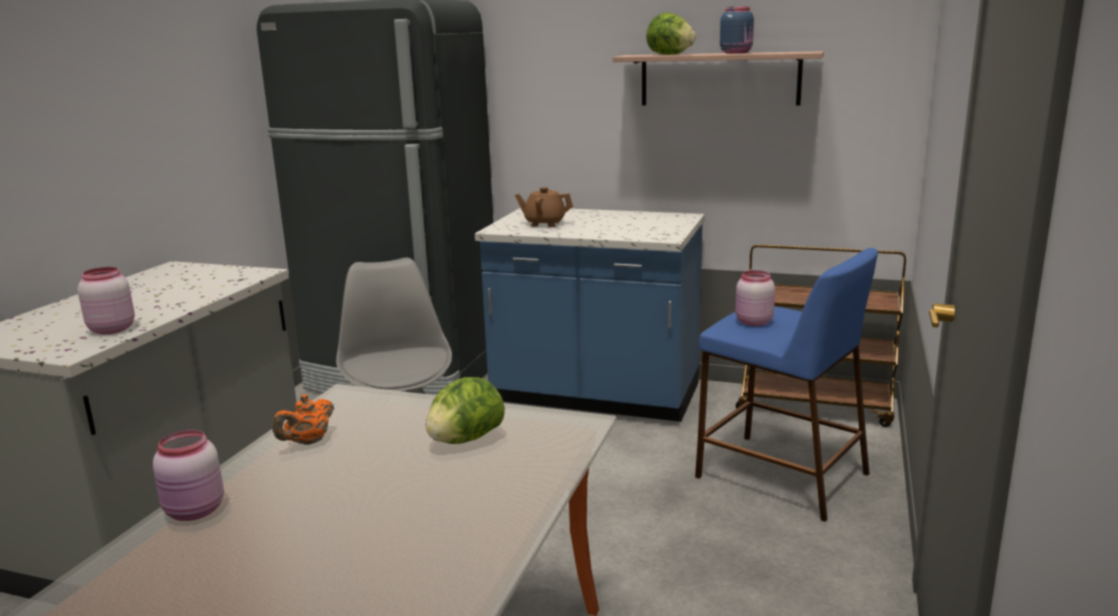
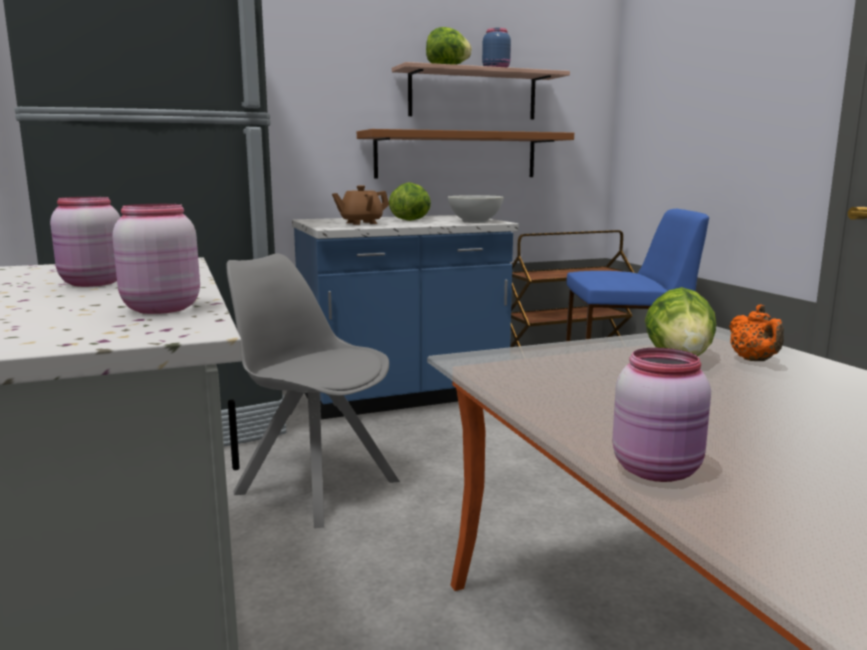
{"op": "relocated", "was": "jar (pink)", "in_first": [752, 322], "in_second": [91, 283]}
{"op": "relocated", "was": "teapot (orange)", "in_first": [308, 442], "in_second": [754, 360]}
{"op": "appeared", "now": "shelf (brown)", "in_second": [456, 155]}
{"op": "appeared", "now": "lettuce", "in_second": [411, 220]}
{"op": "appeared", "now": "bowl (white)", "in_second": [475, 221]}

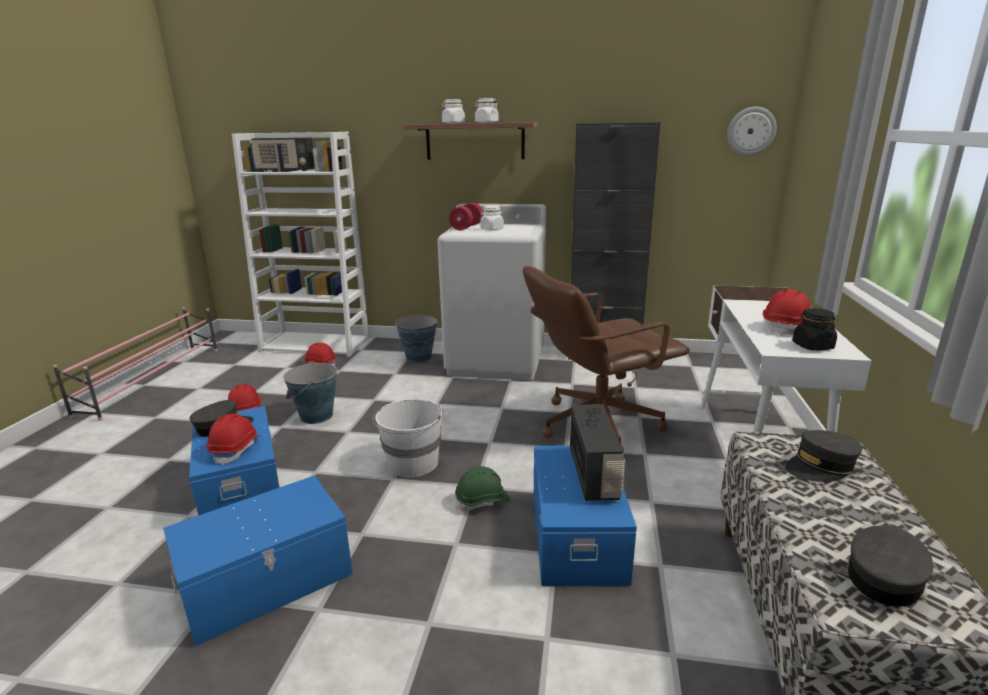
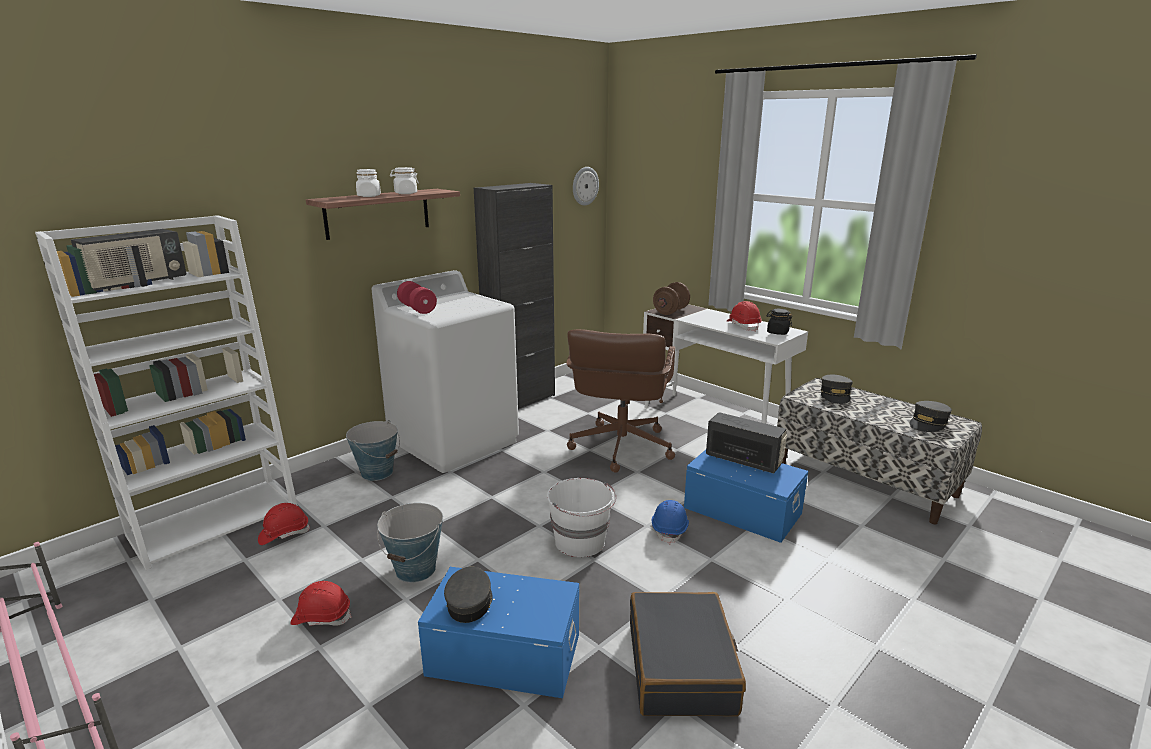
{"op": "missing", "was": "jar (white)", "in_first": [492, 229]}
{"op": "missing", "was": "hard hat (red)", "in_first": [236, 449]}
{"op": "colour", "was": "hard hat (green)", "now": "hard hat (blue)", "in_first": [483, 501], "in_second": [670, 529]}
{"op": "exchanged", "was": "storage box (blue)", "now": "suitcase (black)", "in_first": [268, 581], "in_second": [681, 667]}
{"op": "spun", "was": "cap (grey)", "in_first": [884, 577], "in_second": [928, 423], "clockwise": -120}
{"op": "appeared", "now": "dumbbell (brown)", "in_second": [670, 311]}

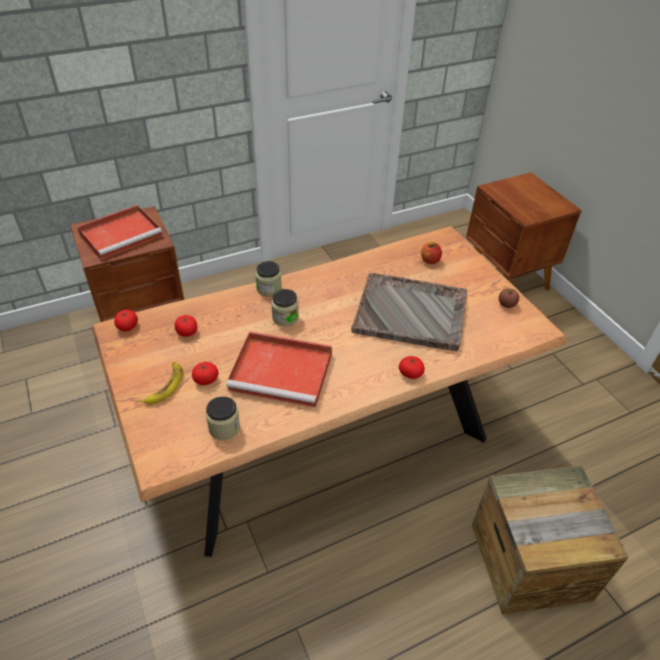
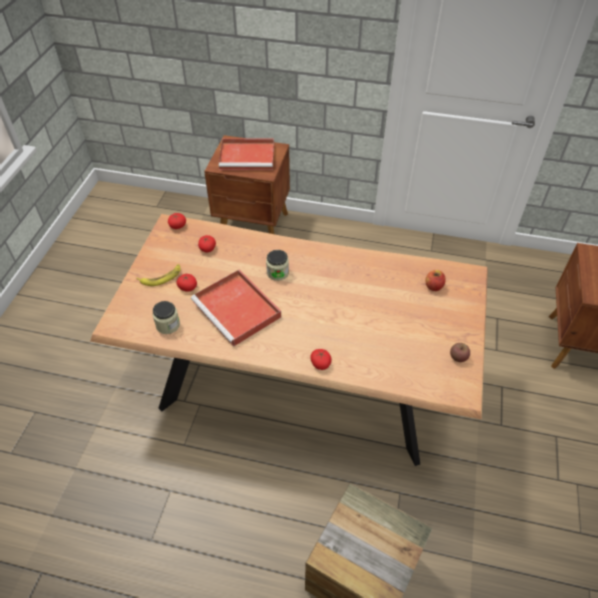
{"op": "missing", "was": "jar", "in_first": [269, 288]}
{"op": "missing", "was": "tray (grey)", "in_first": [411, 313]}

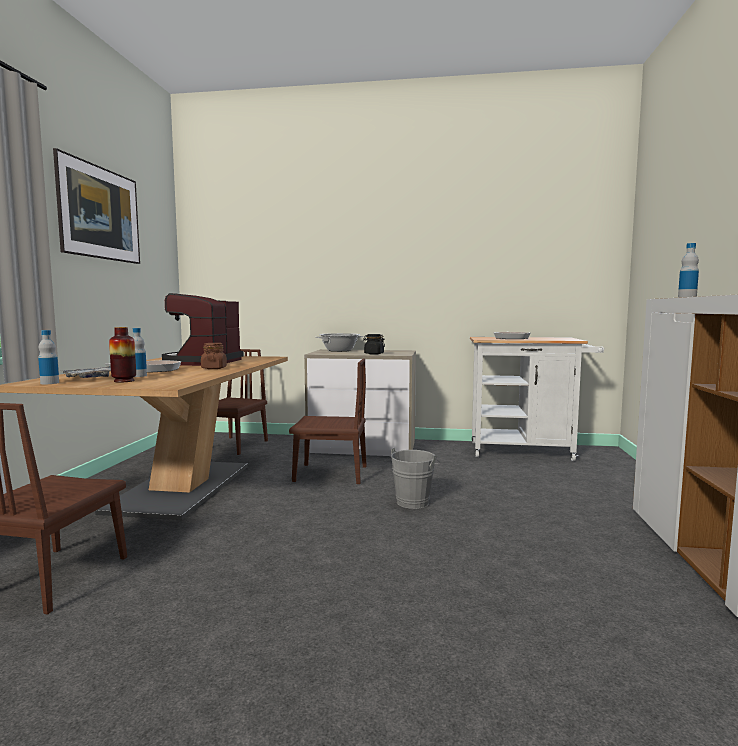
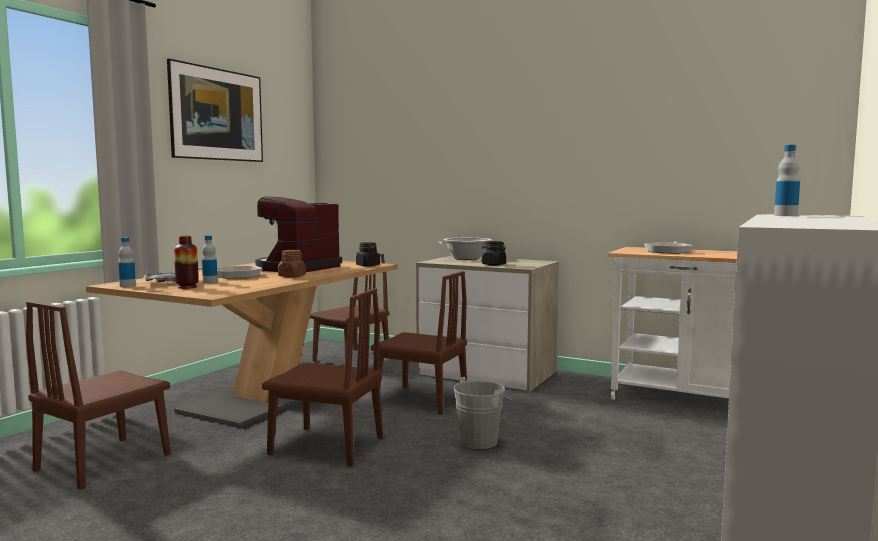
{"op": "appeared", "now": "jar (black)", "in_second": [367, 265]}
{"op": "appeared", "now": "chair (brown)", "in_second": [326, 446]}

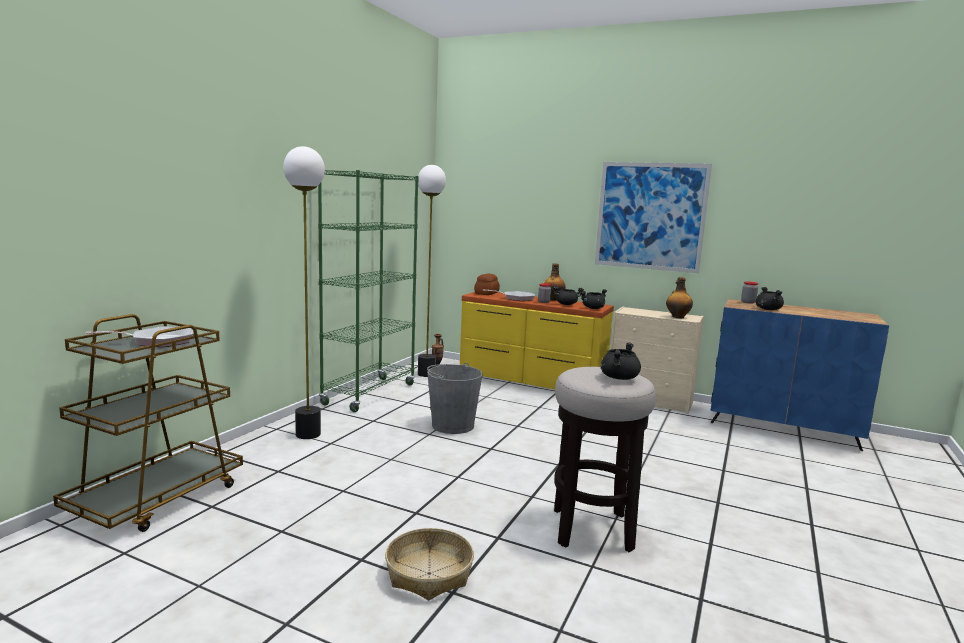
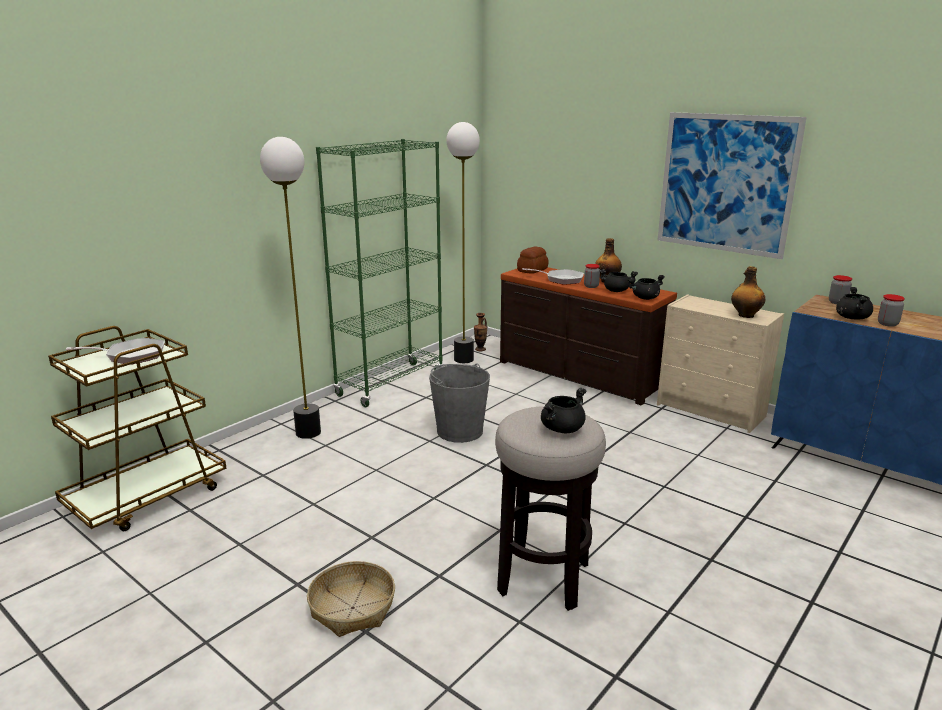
{"op": "colour", "was": "dresser (yellow)", "now": "dresser (brown)", "in_first": [530, 381], "in_second": [578, 375]}
{"op": "appeared", "now": "jar", "in_second": [887, 324]}

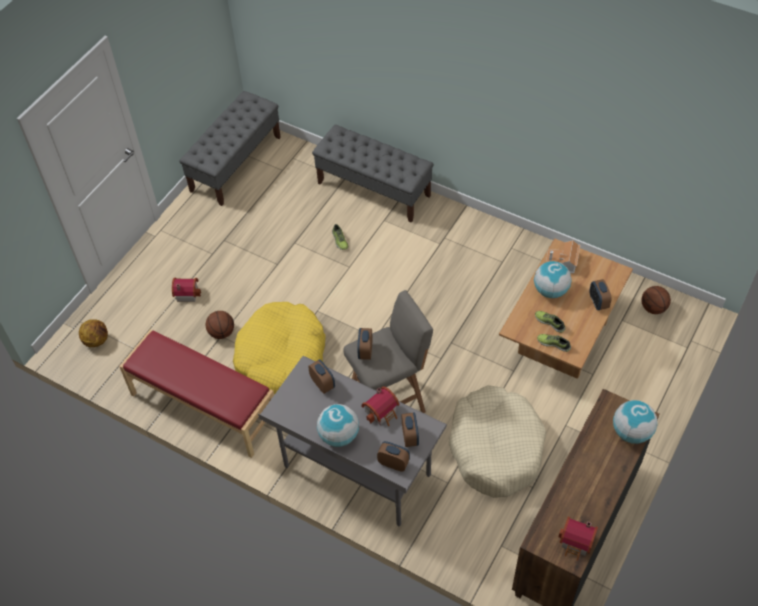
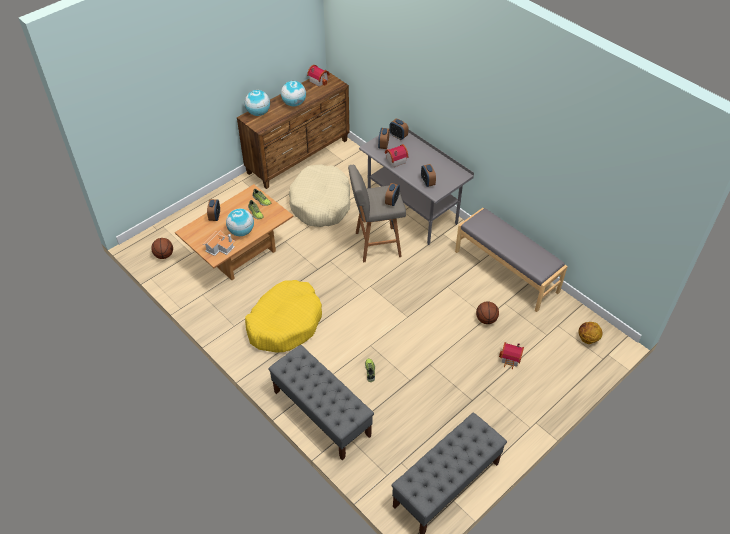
{"op": "relocated", "was": "dog bed (yellow)", "in_first": [281, 359], "in_second": [285, 323]}
{"op": "colour", "was": "bench (red)", "now": "bench (grey)", "in_first": [203, 407], "in_second": [506, 271]}
{"op": "relocated", "was": "globe", "in_first": [339, 435], "in_second": [294, 103]}

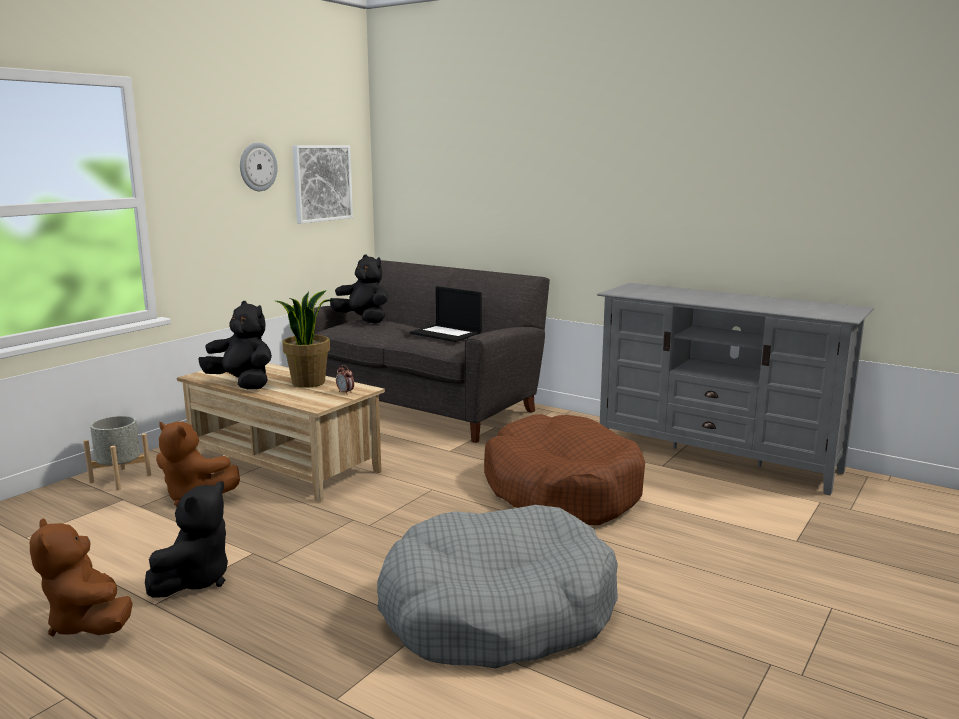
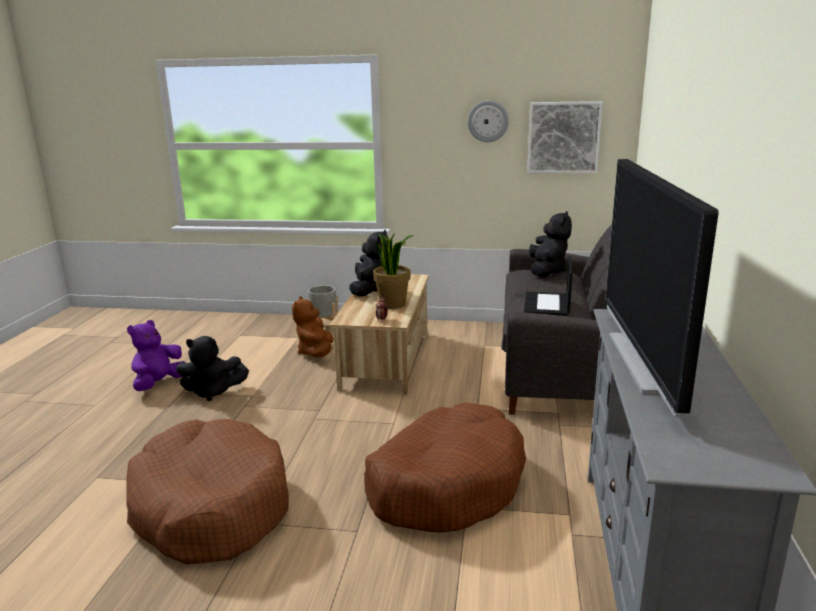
{"op": "colour", "was": "dog bed (grey)", "now": "dog bed (brown)", "in_first": [497, 611], "in_second": [211, 507]}
{"op": "colour", "was": "plush toy (brown)", "now": "plush toy (purple)", "in_first": [89, 623], "in_second": [159, 384]}
{"op": "appeared", "now": "television", "in_second": [645, 362]}

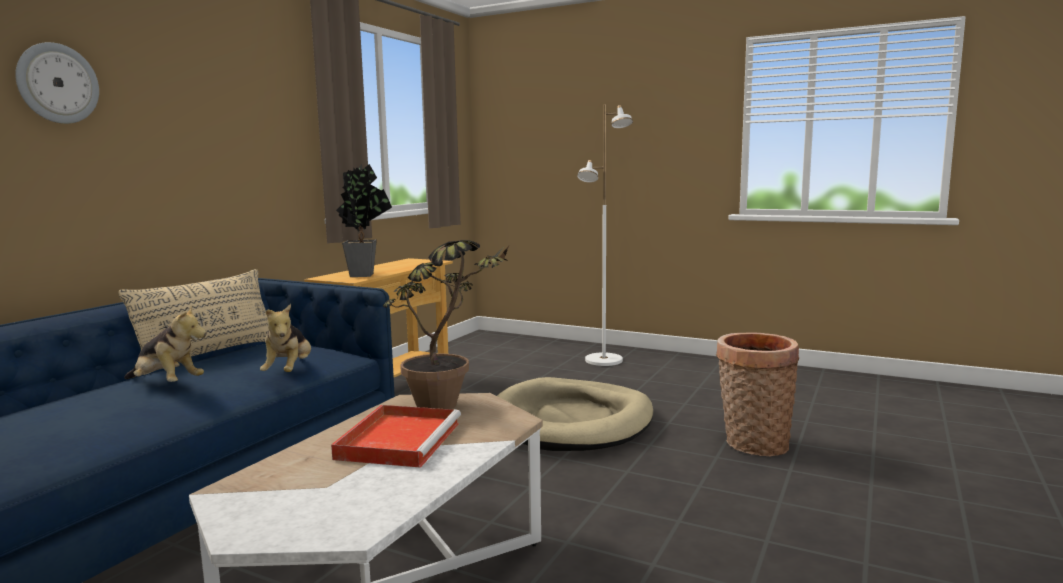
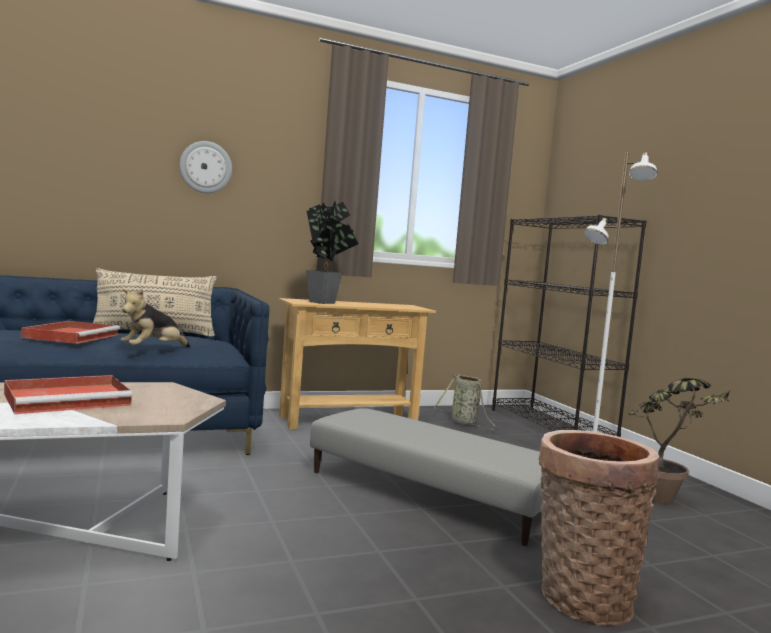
{"op": "relocated", "was": "wall clock", "in_first": [57, 83], "in_second": [205, 167]}
{"op": "relocated", "was": "potted plant", "in_first": [449, 407], "in_second": [665, 502]}
{"op": "exchanged", "was": "plush toy", "now": "tray (red)", "in_first": [166, 384], "in_second": [72, 336]}
{"op": "exchanged", "was": "dog bed (beige)", "now": "ottoman (grey)", "in_first": [570, 421], "in_second": [430, 493]}
{"op": "appeared", "now": "bookcase (black)", "in_second": [551, 427]}
{"op": "appeared", "now": "basket", "in_second": [465, 423]}

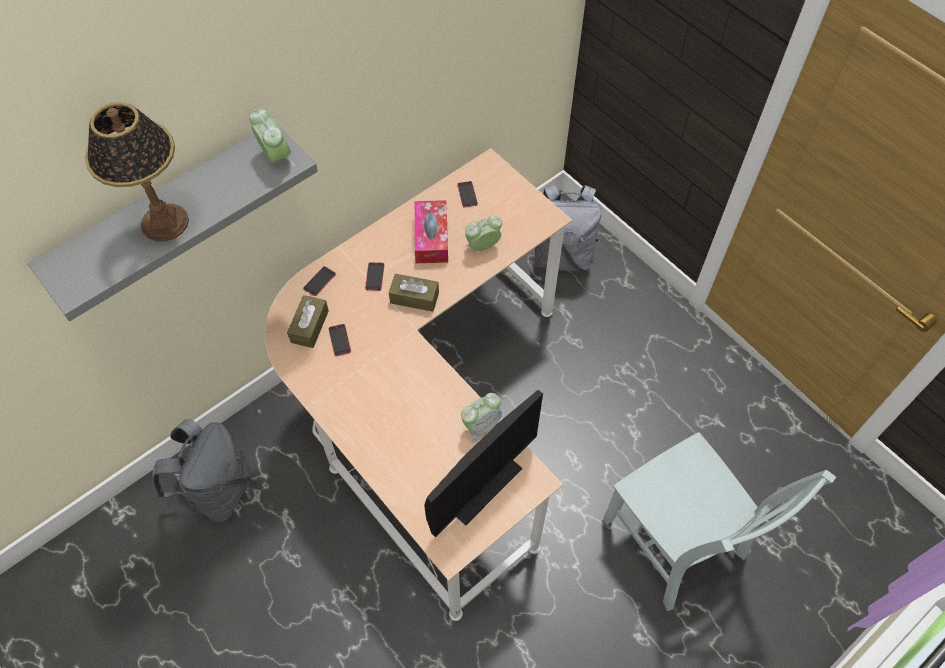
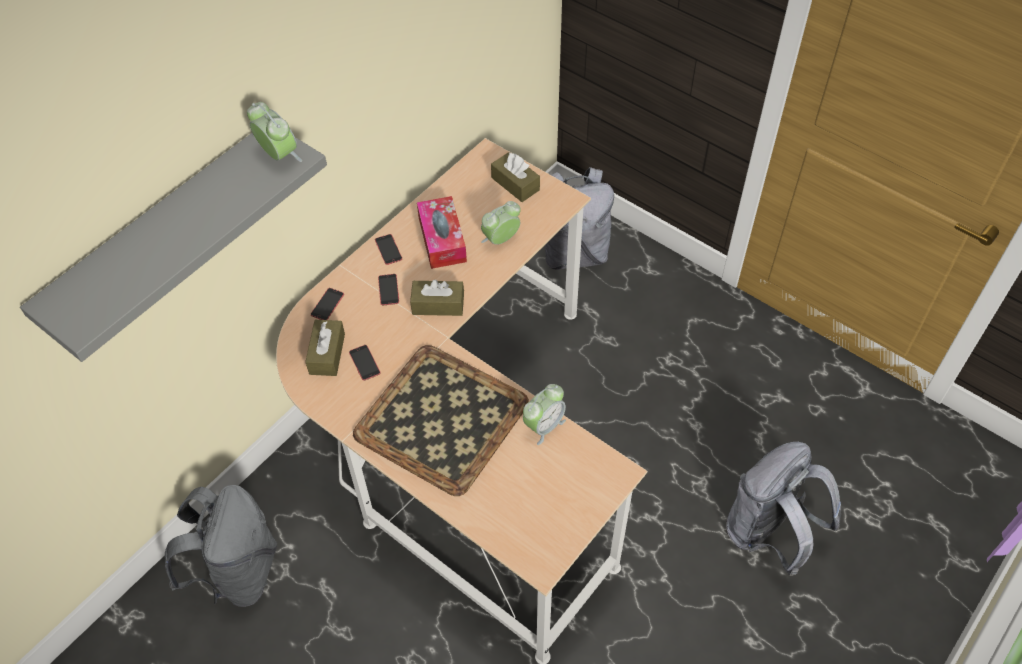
{"op": "missing", "was": "table lamp", "in_first": [164, 223]}
{"op": "relocated", "was": "phone", "in_first": [467, 194], "in_second": [388, 249]}
{"op": "missing", "was": "monitor", "in_first": [480, 484]}
{"op": "exchanged", "was": "chair (grey)", "now": "backpack (grey)", "in_first": [677, 544], "in_second": [768, 534]}
{"op": "appeared", "now": "tissue box (brown)", "in_second": [515, 184]}
{"op": "appeared", "now": "tray", "in_second": [443, 418]}

